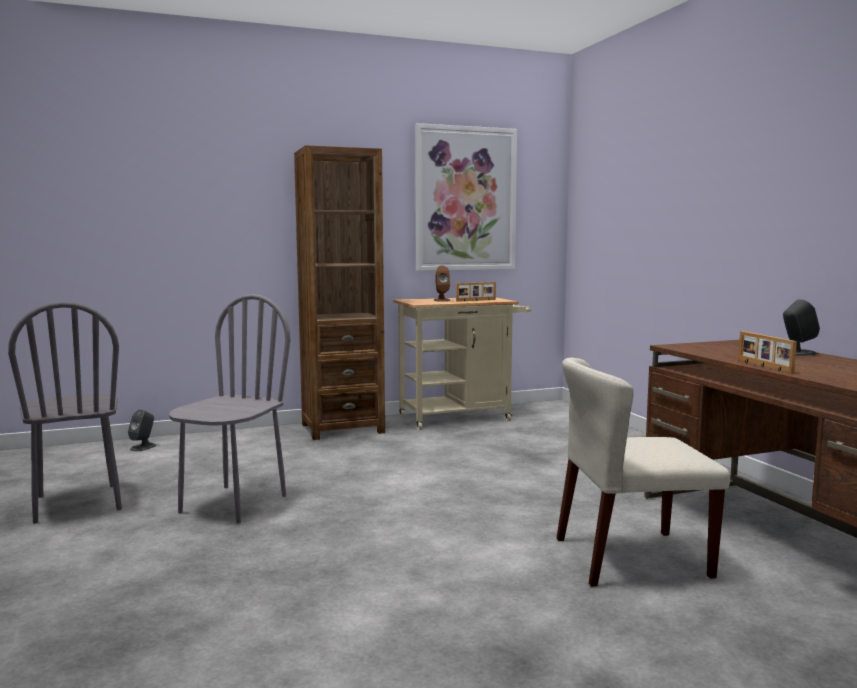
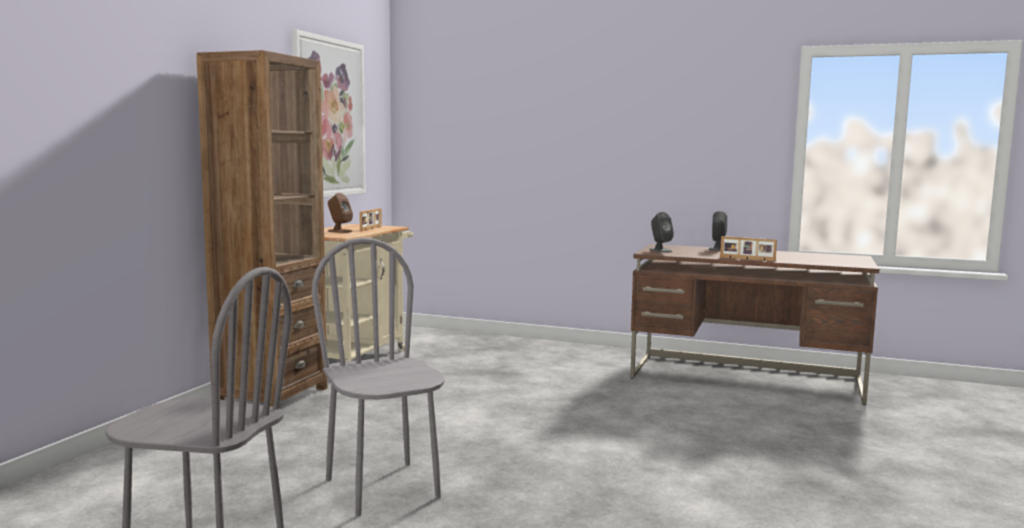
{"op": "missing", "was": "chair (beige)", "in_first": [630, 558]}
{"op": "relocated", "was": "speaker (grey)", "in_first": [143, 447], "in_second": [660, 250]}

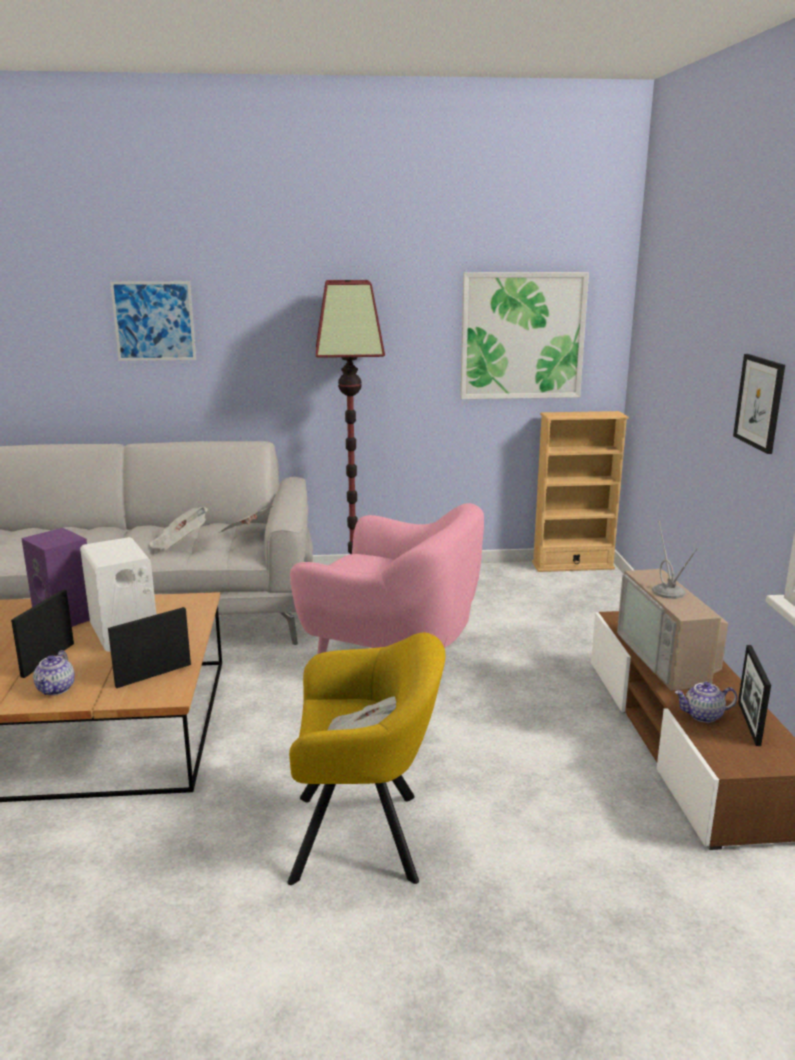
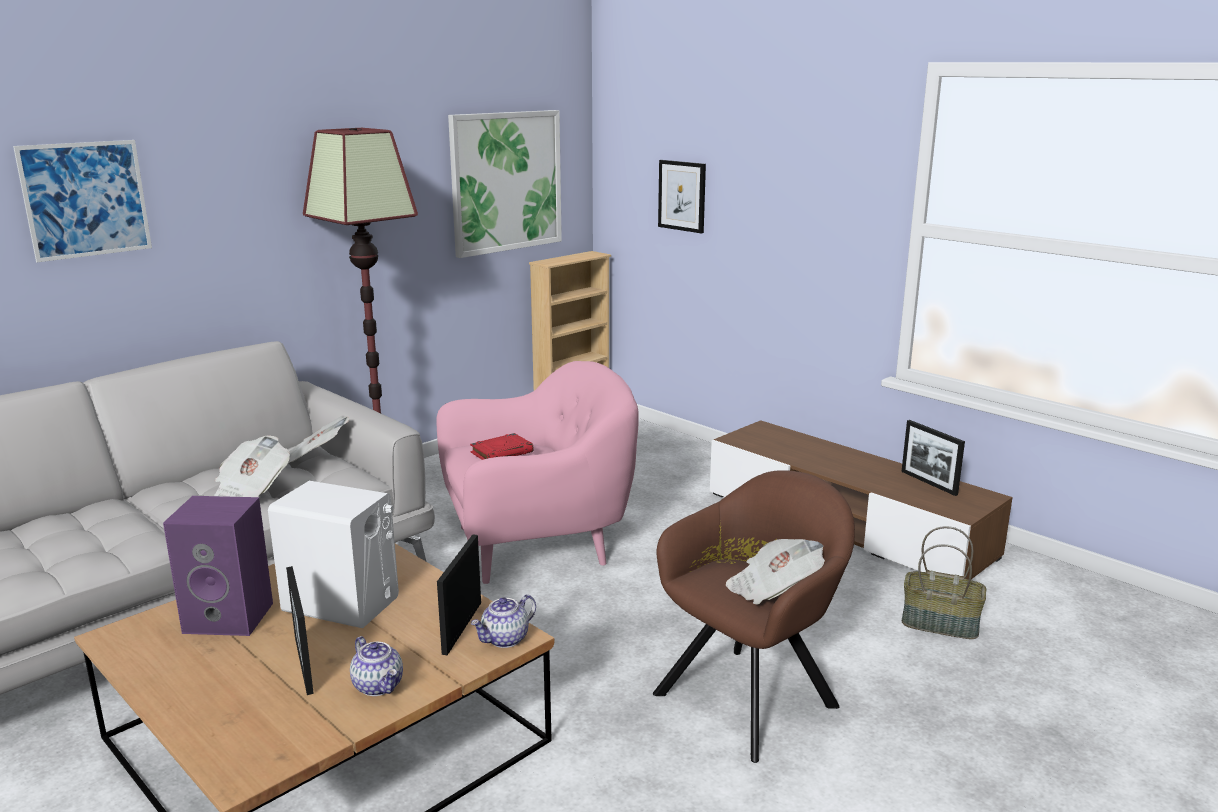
{"op": "relocated", "was": "picture", "in_first": [759, 402], "in_second": [682, 196]}
{"op": "missing", "was": "television", "in_first": [669, 659]}
{"op": "colour", "was": "armchair (yellow)", "now": "armchair (brown)", "in_first": [366, 837], "in_second": [753, 696]}
{"op": "relocated", "was": "teapot", "in_first": [703, 716], "in_second": [505, 639]}
{"op": "appeared", "now": "book (red)", "in_second": [502, 452]}
{"op": "appeared", "now": "basket", "in_second": [940, 623]}

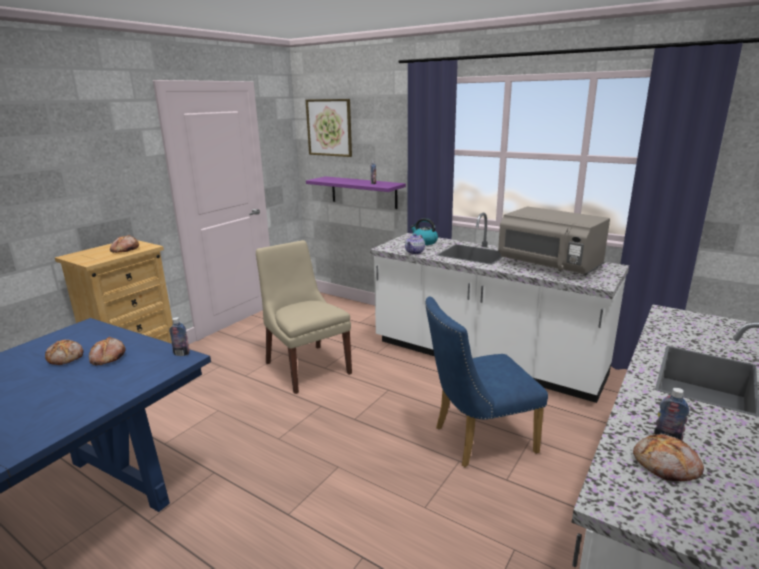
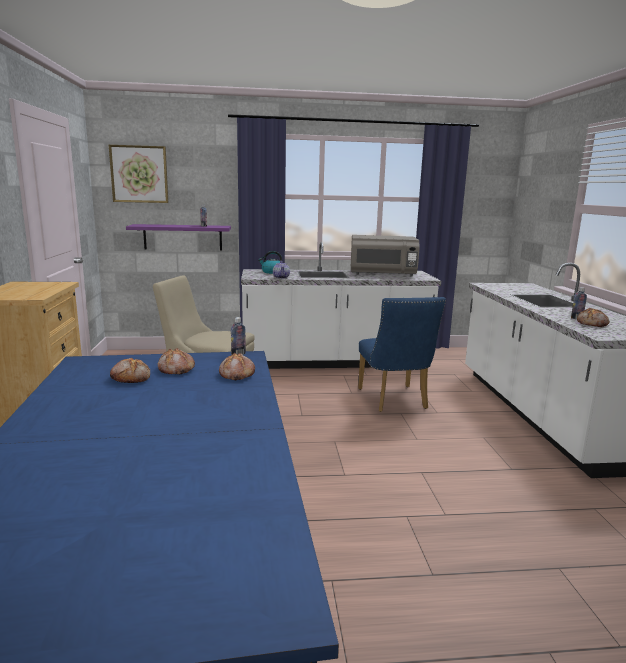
{"op": "relocated", "was": "bread", "in_first": [125, 250], "in_second": [236, 374]}
{"op": "spun", "was": "chair (blue)", "in_first": [477, 440], "in_second": [394, 401], "clockwise": -45}

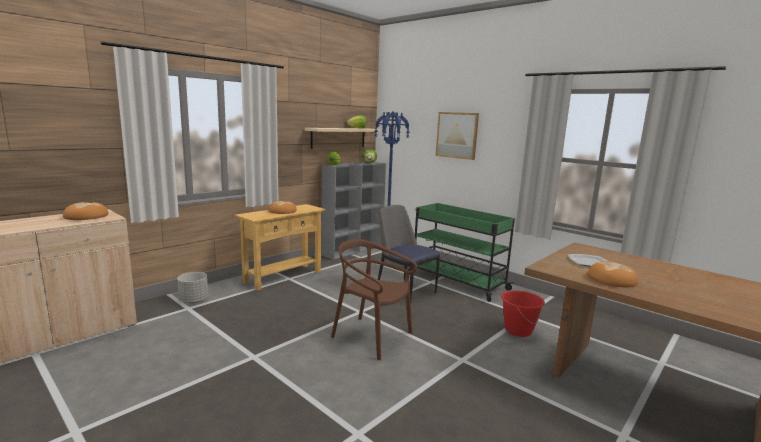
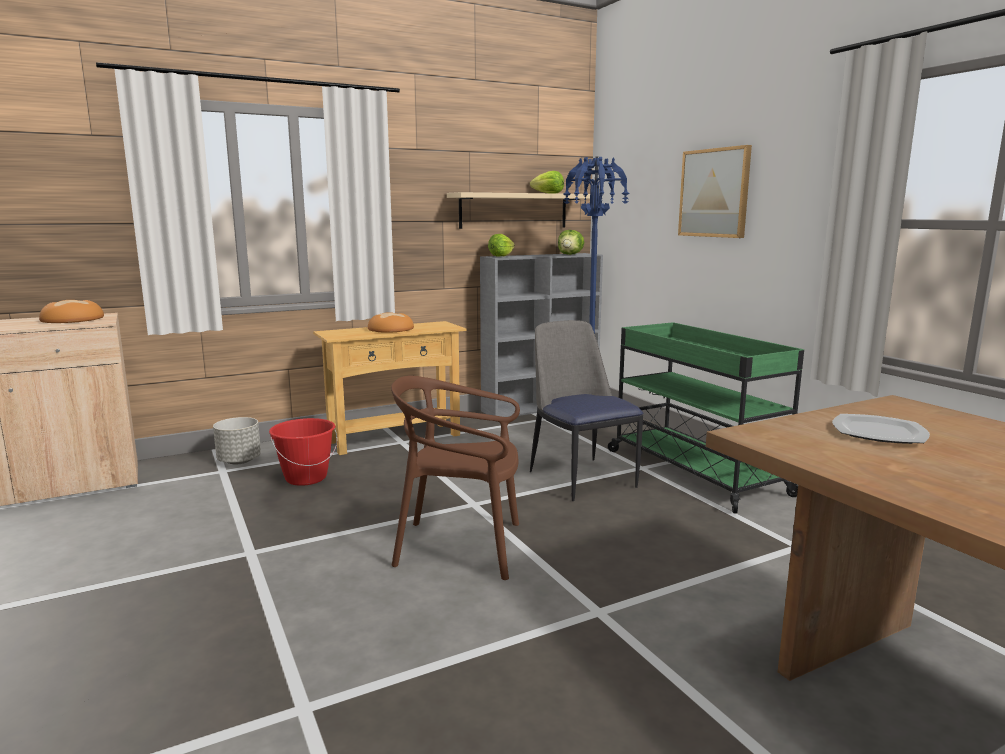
{"op": "spun", "was": "chair (brown)", "in_first": [371, 336], "in_second": [460, 547], "clockwise": -45}
{"op": "missing", "was": "bread", "in_first": [611, 279]}
{"op": "relocated", "was": "bucket (red)", "in_first": [518, 330], "in_second": [306, 478]}

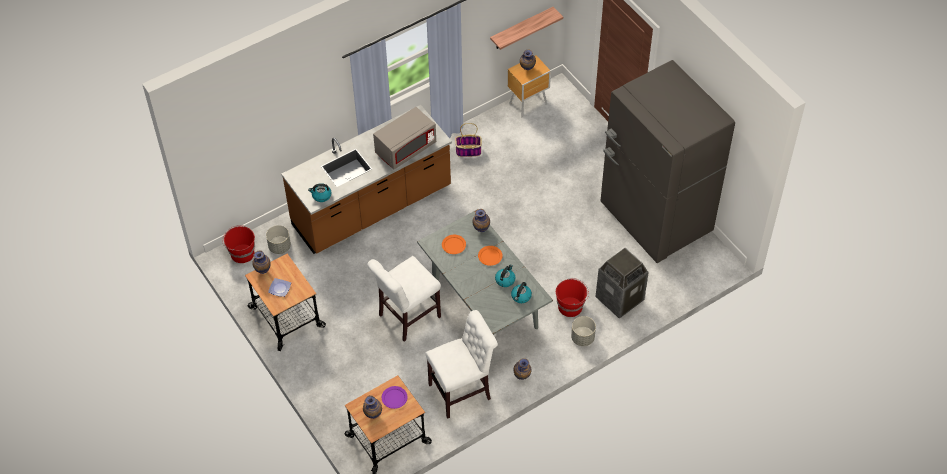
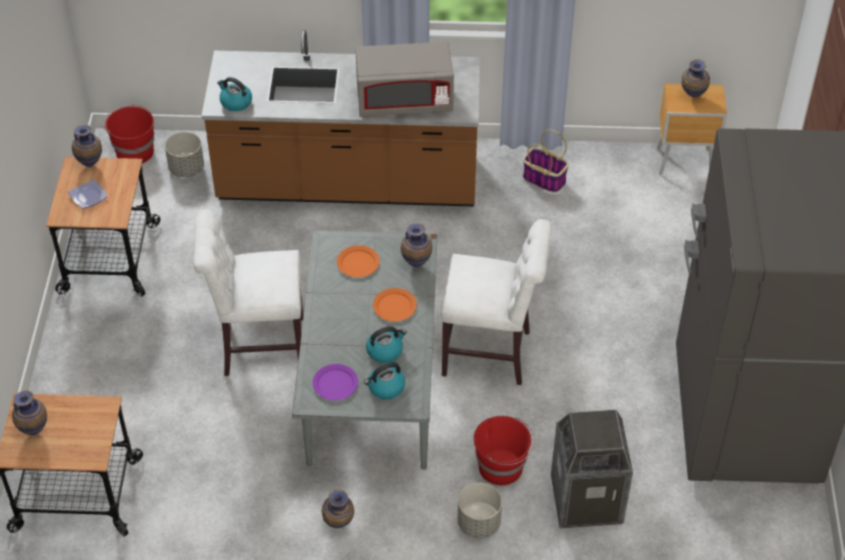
{"op": "missing", "was": "shelf", "in_first": [521, 29]}
{"op": "relocated", "was": "chair (white)", "in_first": [463, 391], "in_second": [492, 354]}
{"op": "relocated", "was": "plate (purple)", "in_first": [394, 398], "in_second": [336, 384]}

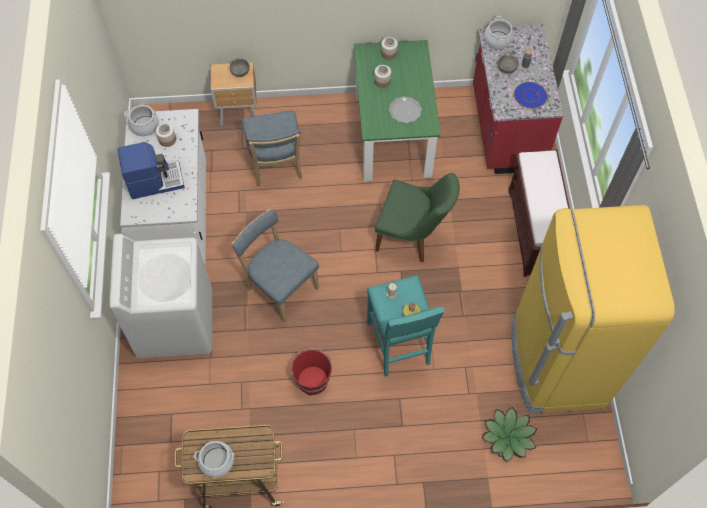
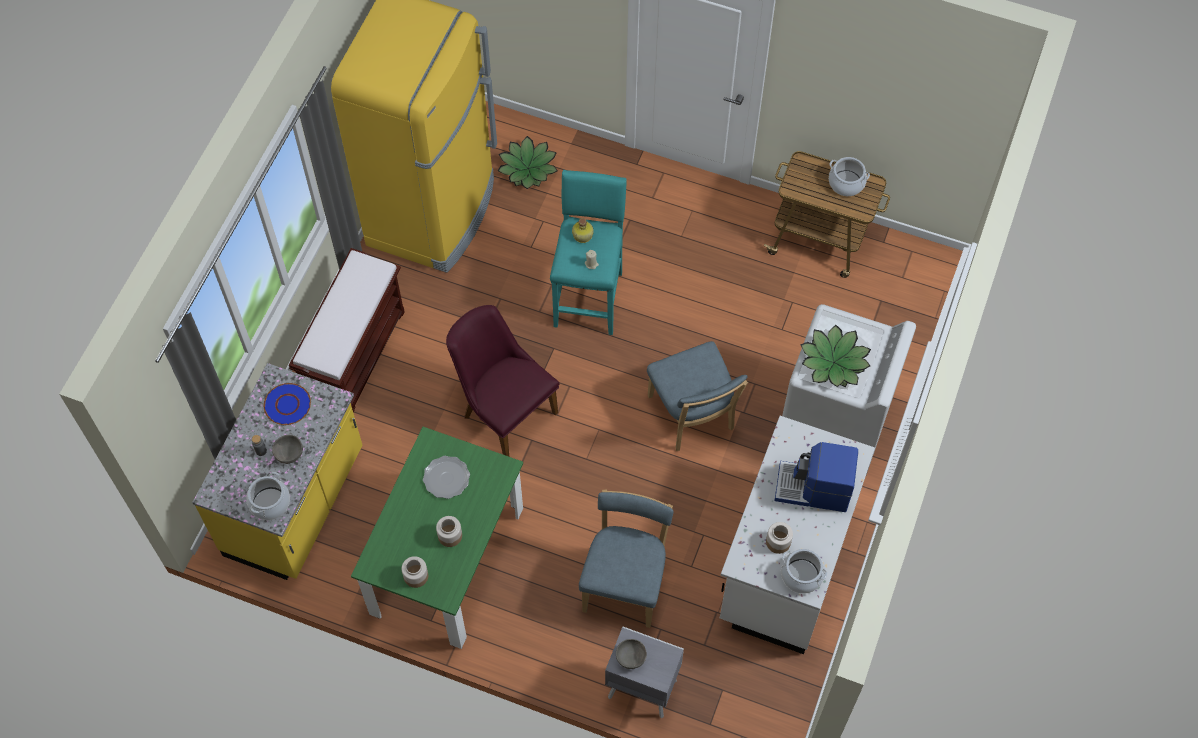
{"op": "colour", "was": "counter (red)", "now": "counter (yellow)", "in_first": [505, 129], "in_second": [296, 504]}
{"op": "colour", "was": "nightstand (brown)", "now": "nightstand (grey)", "in_first": [240, 114], "in_second": [641, 687]}
{"op": "colour", "was": "chair (green)", "now": "chair (purple)", "in_first": [412, 237], "in_second": [503, 410]}
{"op": "missing", "was": "bucket (red)", "in_first": [312, 379]}
{"op": "appeared", "now": "potted plant", "in_second": [833, 362]}

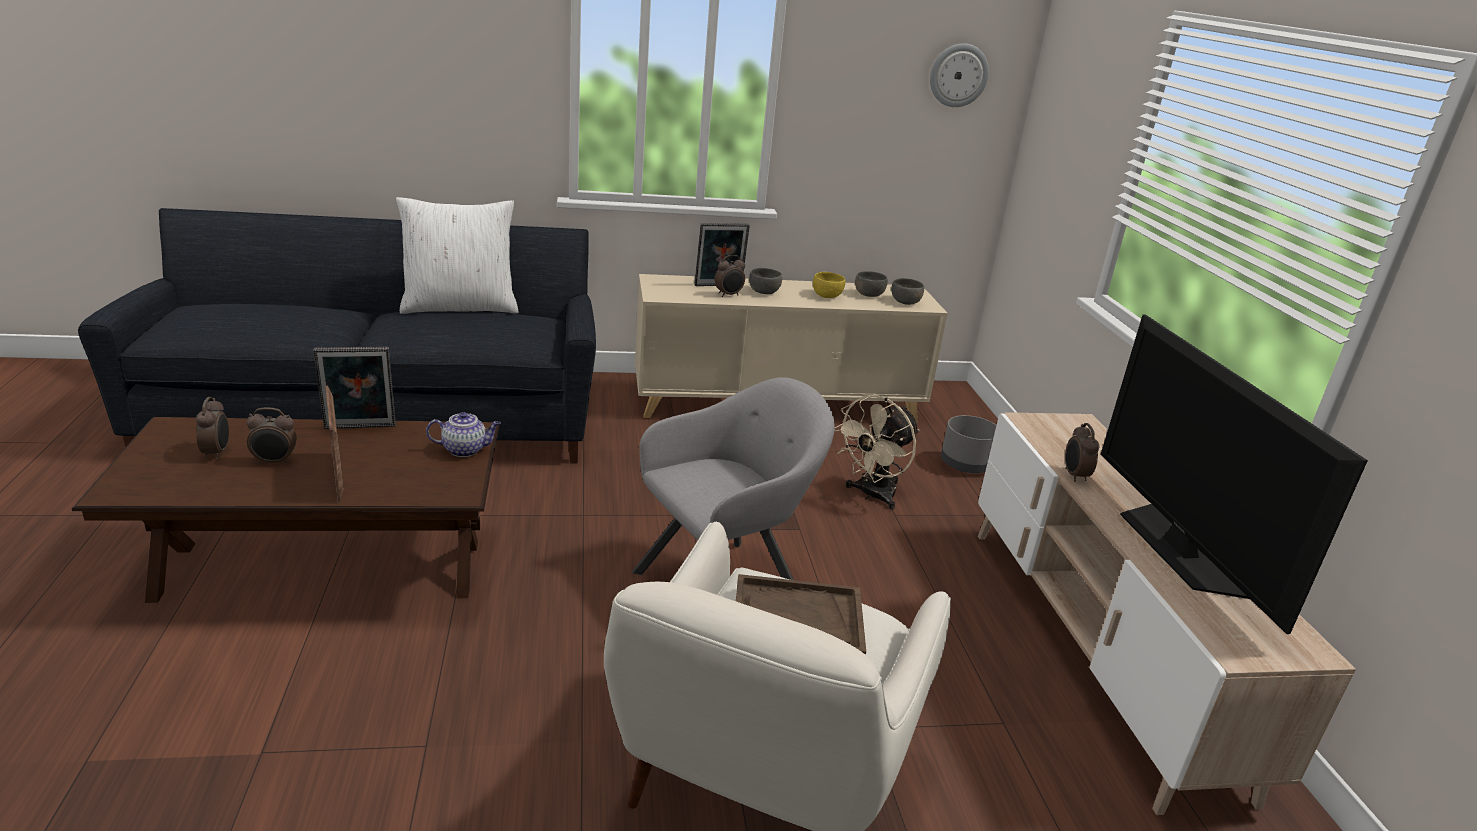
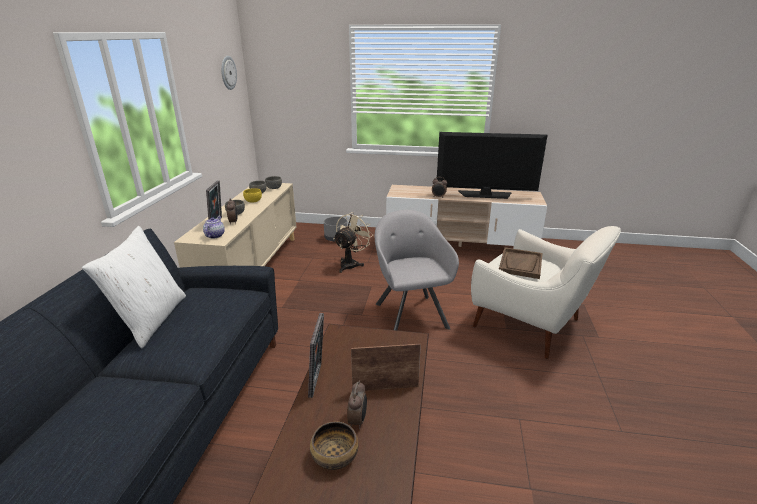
{"op": "spun", "was": "fan (beige)", "in_first": [871, 495], "in_second": [351, 264], "clockwise": -120}
{"op": "exchanged", "was": "alarm clock", "now": "bowl", "in_first": [217, 453], "in_second": [334, 456]}
{"op": "relocated", "was": "teapot", "in_first": [465, 450], "in_second": [215, 235]}

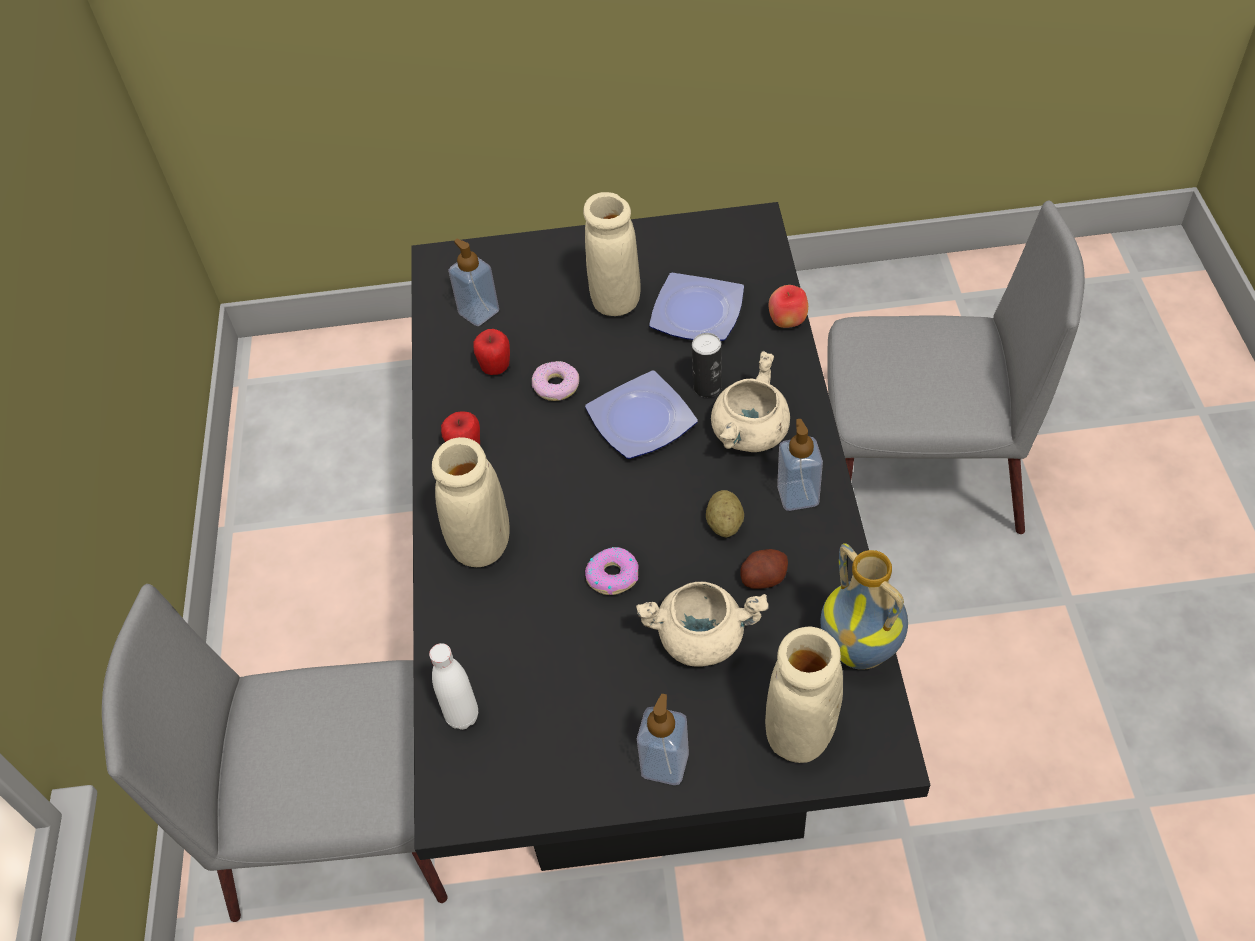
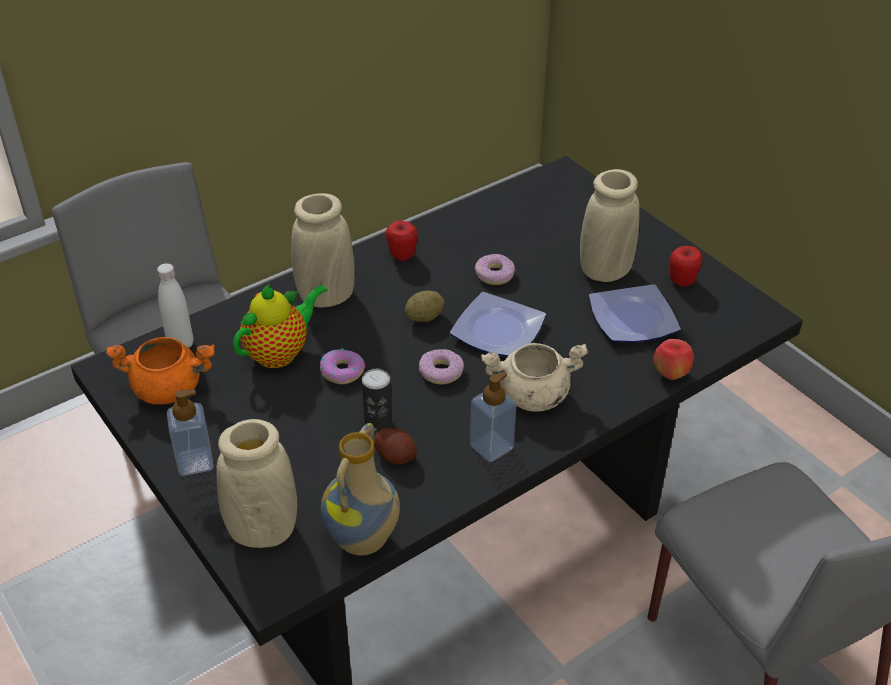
{"op": "missing", "was": "soap dispenser", "in_first": [479, 312]}
{"op": "relocated", "was": "apple", "in_first": [496, 368], "in_second": [682, 281]}
{"op": "relocated", "was": "can", "in_first": [707, 387], "in_second": [378, 423]}
{"op": "relocated", "was": "potato", "in_first": [724, 524], "in_second": [424, 317]}
{"op": "missing", "was": "cooking pot (beige)", "in_first": [702, 637]}
{"op": "appeared", "now": "teapot", "in_second": [280, 352]}
{"op": "appeared", "now": "cooking pot (orange)", "in_second": [169, 388]}
{"op": "appeared", "now": "donut", "in_second": [441, 372]}

